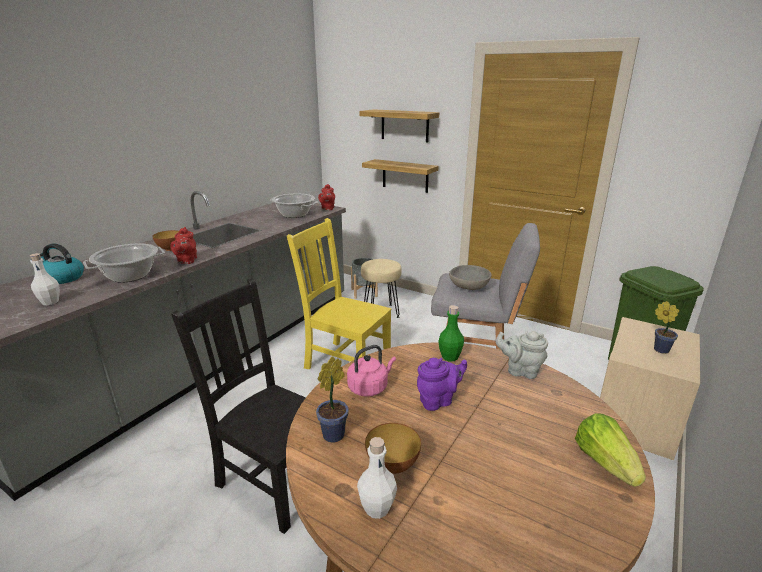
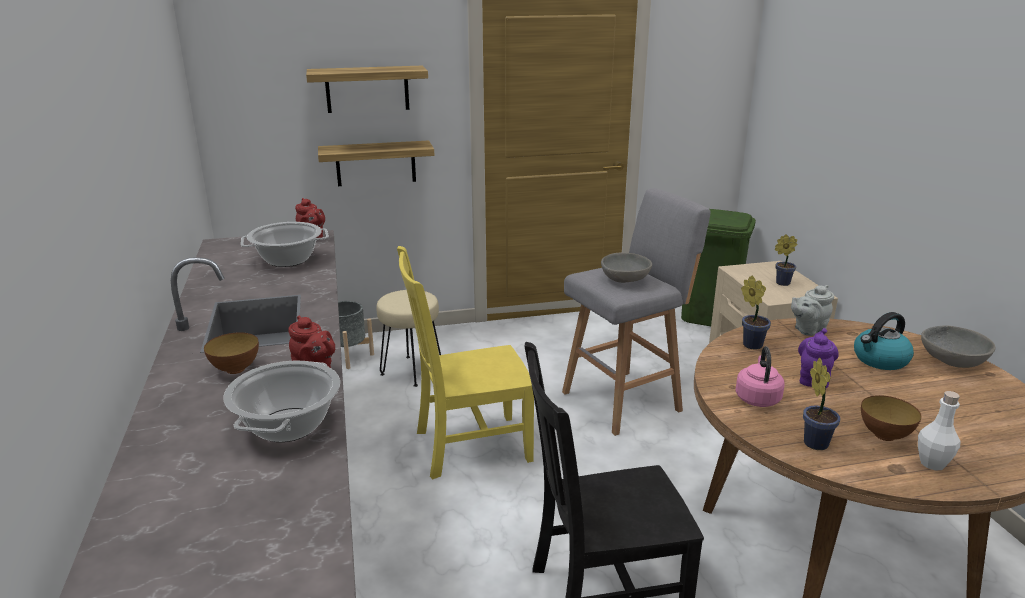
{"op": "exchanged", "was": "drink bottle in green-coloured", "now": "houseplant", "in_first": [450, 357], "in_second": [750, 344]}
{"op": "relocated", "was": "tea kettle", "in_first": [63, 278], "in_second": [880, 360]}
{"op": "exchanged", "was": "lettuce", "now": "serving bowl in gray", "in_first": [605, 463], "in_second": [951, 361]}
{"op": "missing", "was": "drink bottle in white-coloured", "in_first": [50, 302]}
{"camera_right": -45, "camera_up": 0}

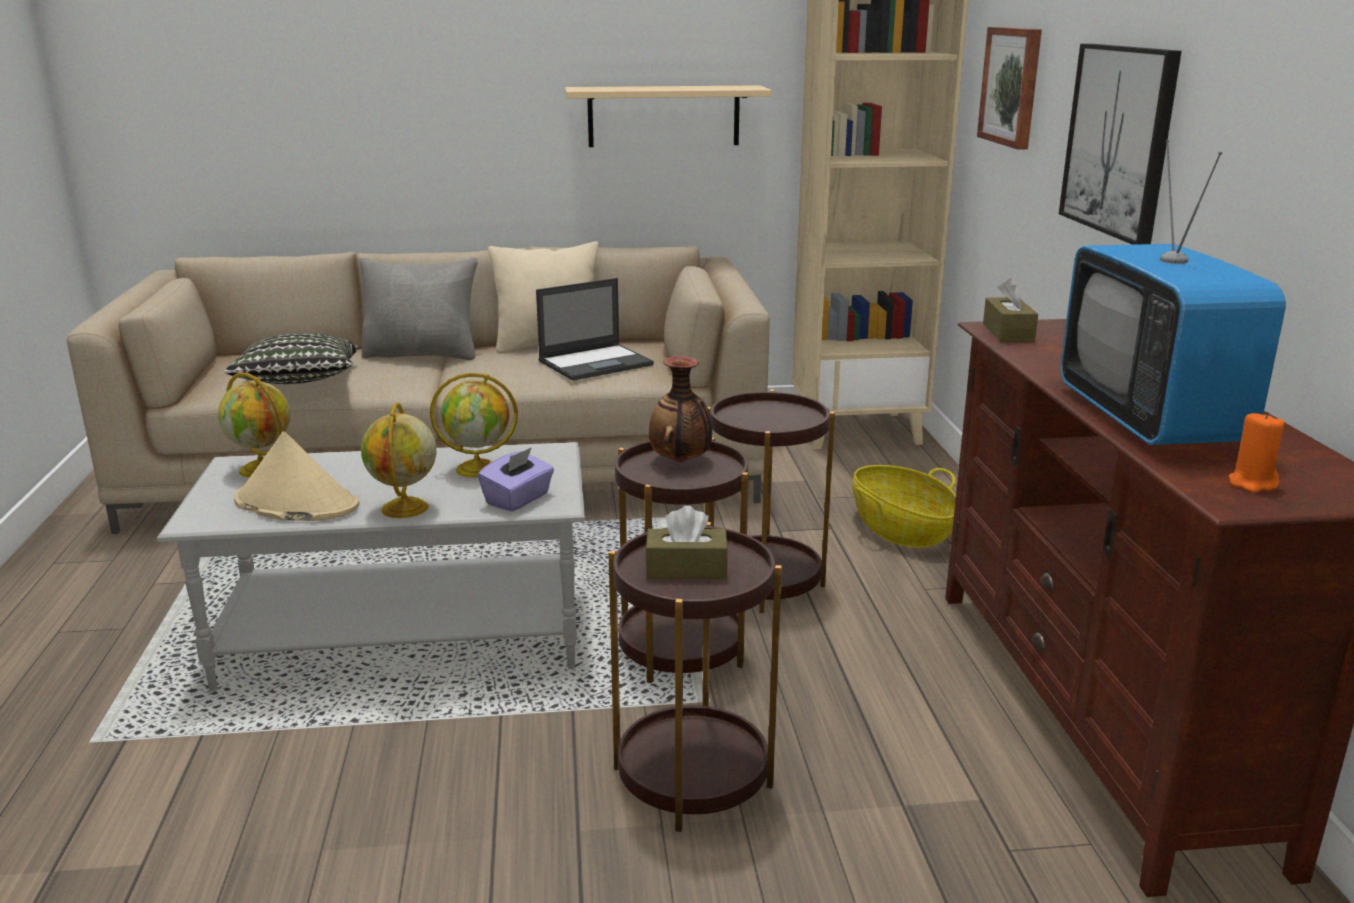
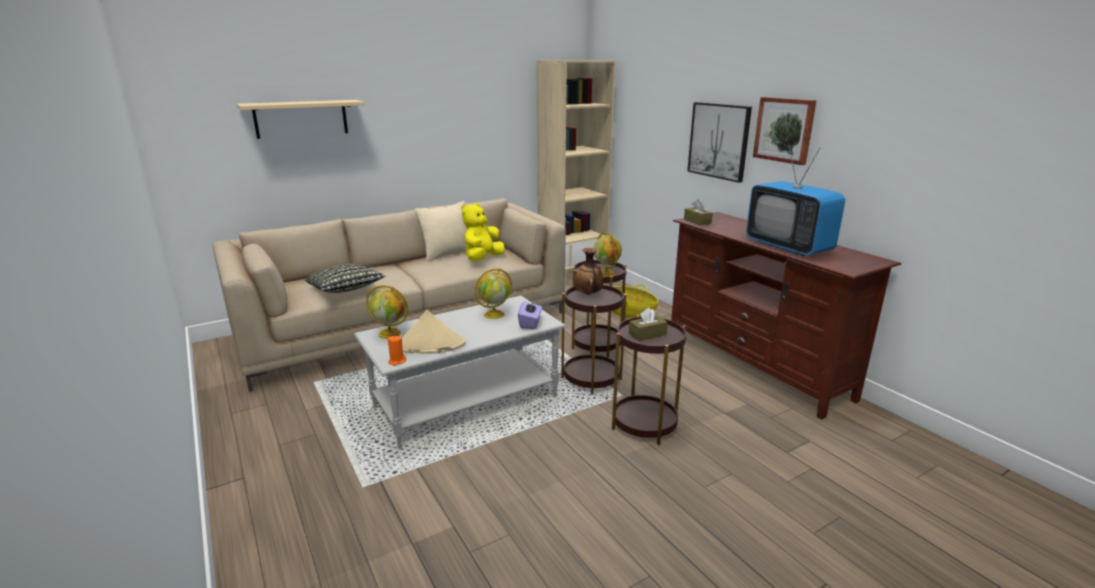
{"op": "relocated", "was": "shelf in sand-coloured", "in_first": [663, 116], "in_second": [301, 118]}
{"op": "relocated", "was": "candle in orange-coloured", "in_first": [1252, 484], "in_second": [397, 361]}
{"op": "exchanged", "was": "notebook computer", "now": "soft toy in yellow", "in_first": [596, 363], "in_second": [482, 259]}
{"op": "relocated", "was": "world globe", "in_first": [405, 509], "in_second": [606, 274]}
{"op": "relocated", "was": "wall picture", "in_first": [1012, 86], "in_second": [784, 130]}
{"op": "missing", "was": "pillow in gray", "in_first": [423, 354]}
{"camera_right": -25, "camera_up": 0}

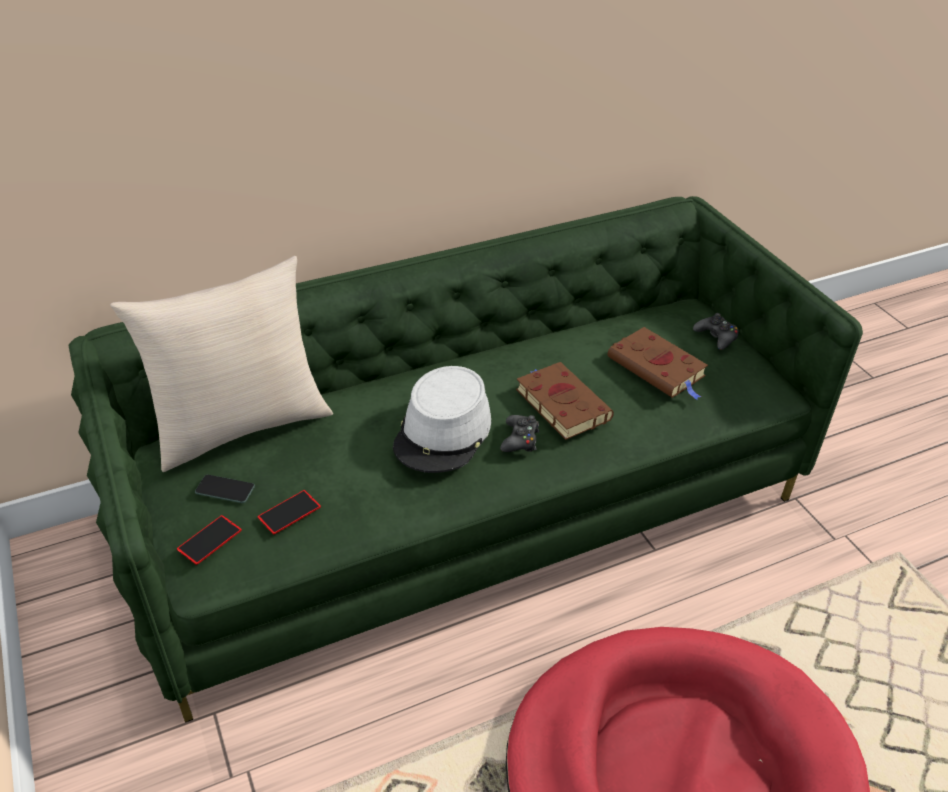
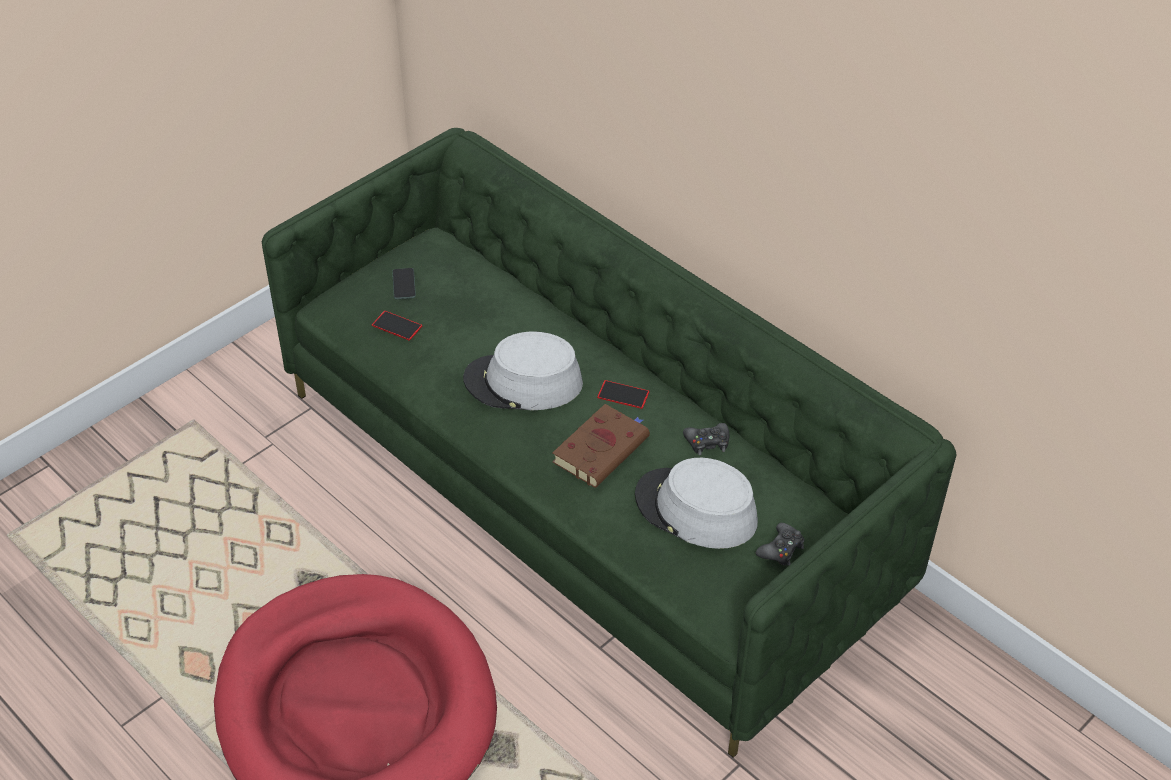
{"op": "relocated", "was": "phone", "in_first": [209, 539], "in_second": [623, 394]}
{"op": "exchanged", "was": "bound book in brown-coloured", "now": "clothing hat in gray", "in_first": [658, 368], "in_second": [695, 510]}
{"op": "relocated", "was": "joypad in blackish", "in_first": [520, 439], "in_second": [707, 442]}
{"op": "missing", "was": "pillow in sand-coloured", "in_first": [241, 426]}
{"camera_right": 70, "camera_up": 5}

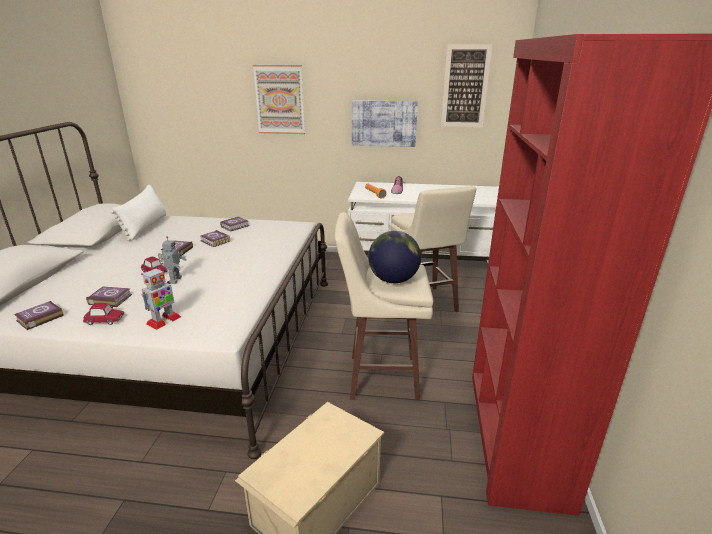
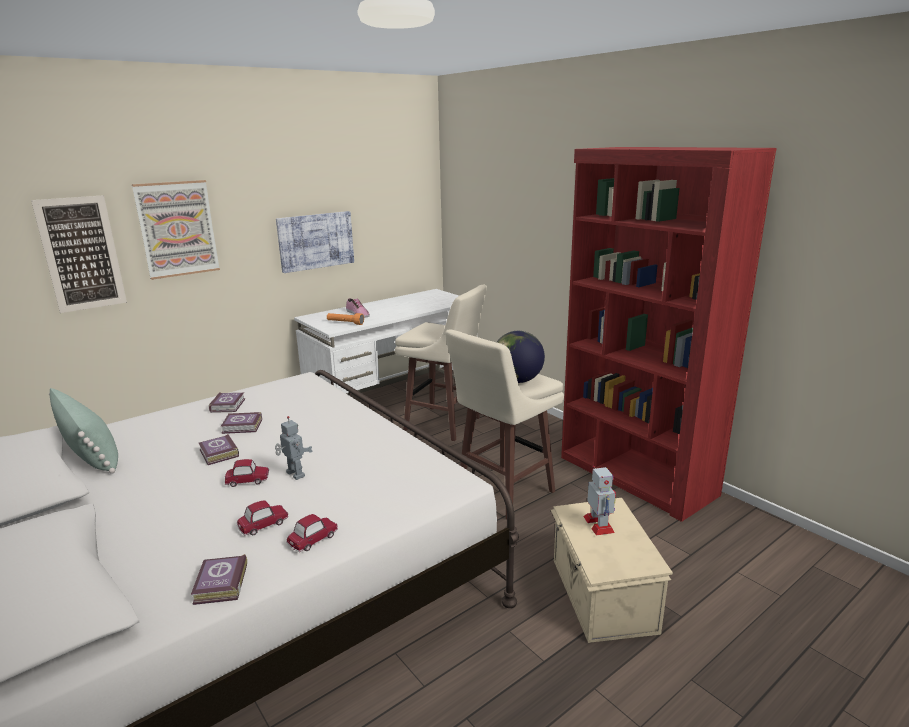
{"op": "relocated", "was": "wall picture", "in_first": [465, 87], "in_second": [81, 254]}
{"op": "colour", "was": "pillow in white-coloured", "now": "pillow in green-coloured", "in_first": [145, 227], "in_second": [90, 452]}
{"op": "exchanged", "was": "bound book", "now": "model car", "in_first": [110, 299], "in_second": [263, 524]}
{"op": "relocated", "was": "toy robot", "in_first": [163, 320], "in_second": [599, 525]}
{"camera_right": -45, "camera_up": -5}

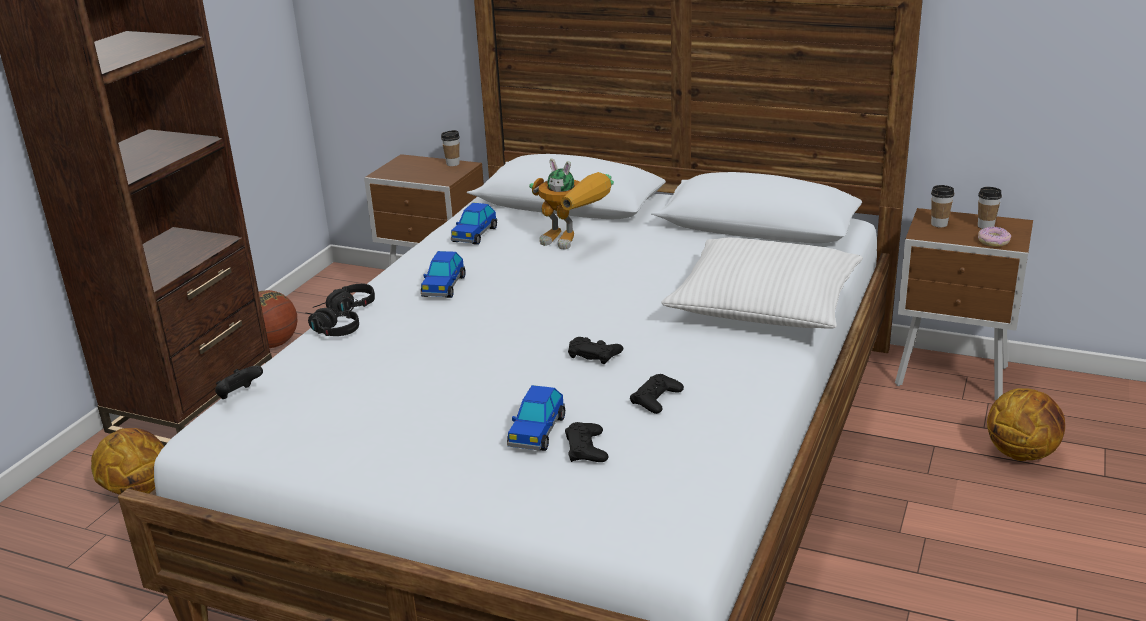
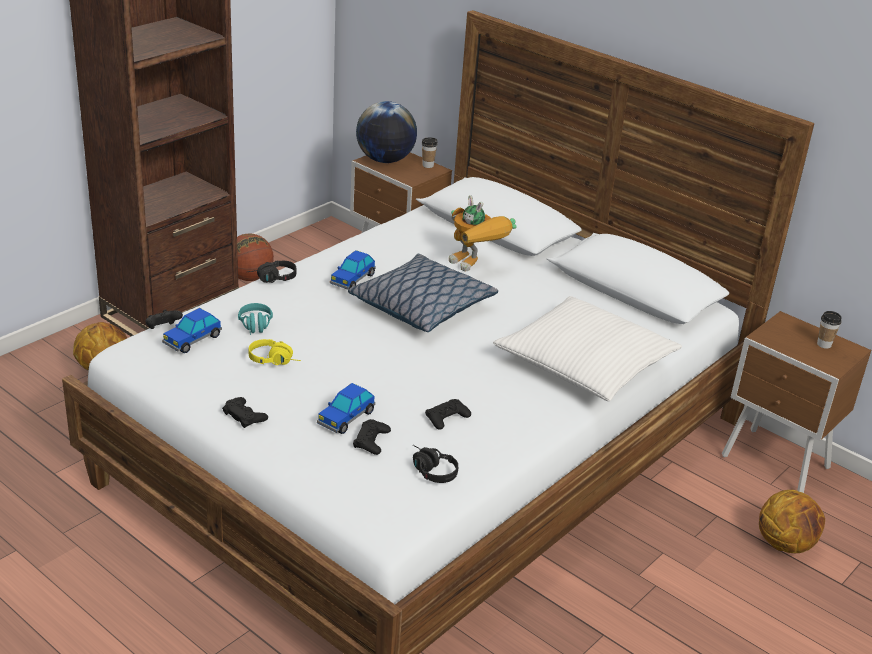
{"op": "relocated", "was": "model car", "in_first": [474, 235], "in_second": [192, 340]}
{"op": "relocated", "was": "joypad in blackish", "in_first": [594, 354], "in_second": [244, 416]}
{"op": "appeared", "now": "headphones in turquoise-coloured", "in_second": [256, 327]}
{"op": "appeared", "now": "headphones in yellow", "in_second": [275, 360]}
{"op": "appeared", "now": "pillow", "in_second": [421, 306]}
{"op": "appeared", "now": "world globe", "in_second": [385, 160]}
{"op": "relocated", "was": "headphones in blackish", "in_first": [329, 331], "in_second": [429, 470]}
{"op": "missing", "was": "cup", "in_first": [939, 224]}
{"op": "missing", "was": "ring doughnut", "in_first": [993, 241]}
{"camera_right": 15, "camera_up": 5}

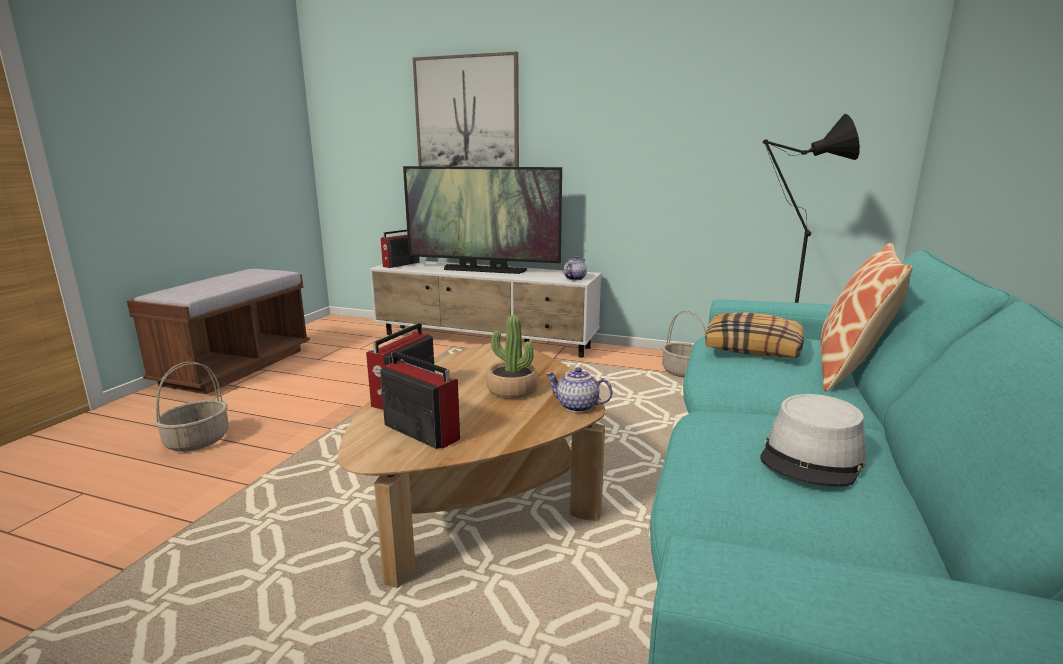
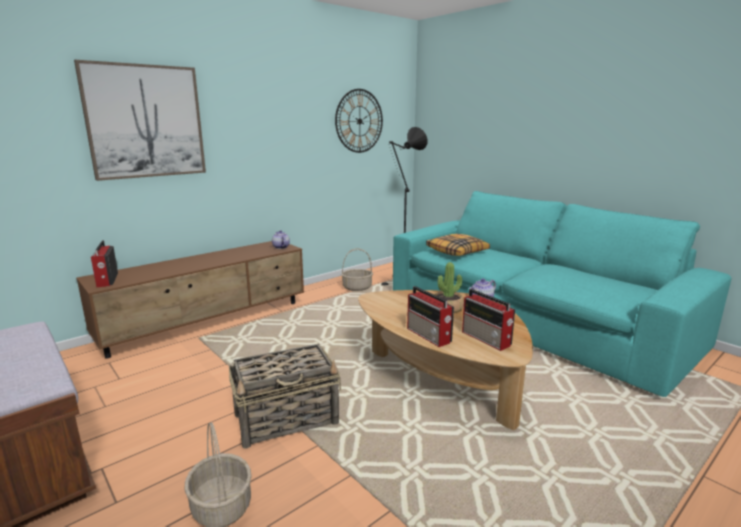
{"op": "colour", "was": "tv unit in white-coloured", "now": "tv unit in brown-coloured", "in_first": [485, 341], "in_second": [209, 323]}
{"op": "appeared", "now": "storage basket", "in_second": [287, 419]}
{"op": "appeared", "now": "hanging clock", "in_second": [359, 121]}
{"op": "spun", "was": "radio receiver", "in_first": [420, 431], "in_second": [487, 339], "clockwise": -105}
{"op": "missing", "was": "television", "in_first": [483, 270]}
{"op": "missing", "was": "clothing hat in gray", "in_first": [812, 457]}
{"op": "missing", "was": "pillow", "in_first": [849, 370]}
{"camera_right": -60, "camera_up": 0}

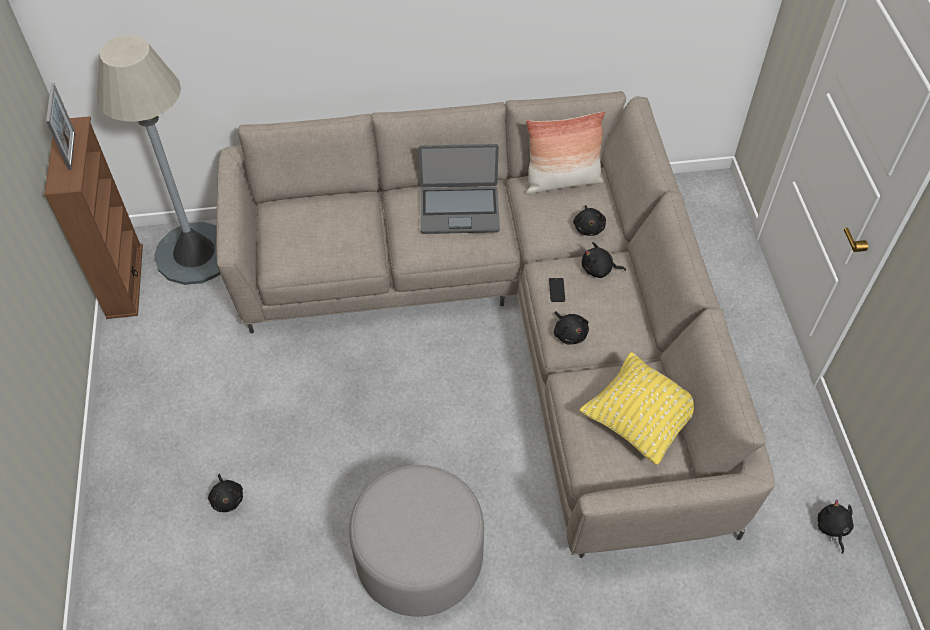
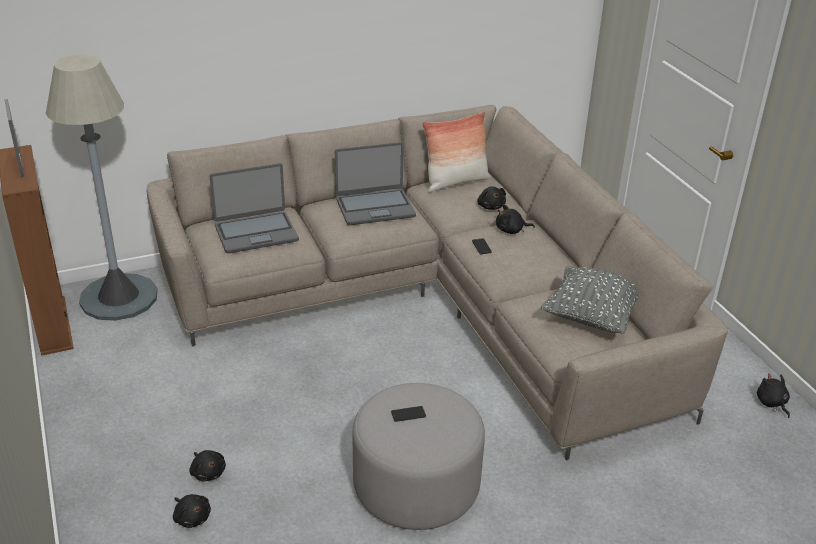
{"op": "relocated", "was": "soft toy in blackish", "in_first": [569, 333], "in_second": [192, 517]}
{"op": "appeared", "now": "notebook computer", "in_second": [256, 233]}
{"op": "appeared", "now": "phone", "in_second": [408, 414]}
{"op": "colour", "was": "pillow in yellow", "now": "pillow in gray", "in_first": [639, 420], "in_second": [591, 317]}
{"camera_right": -15, "camera_up": -20}

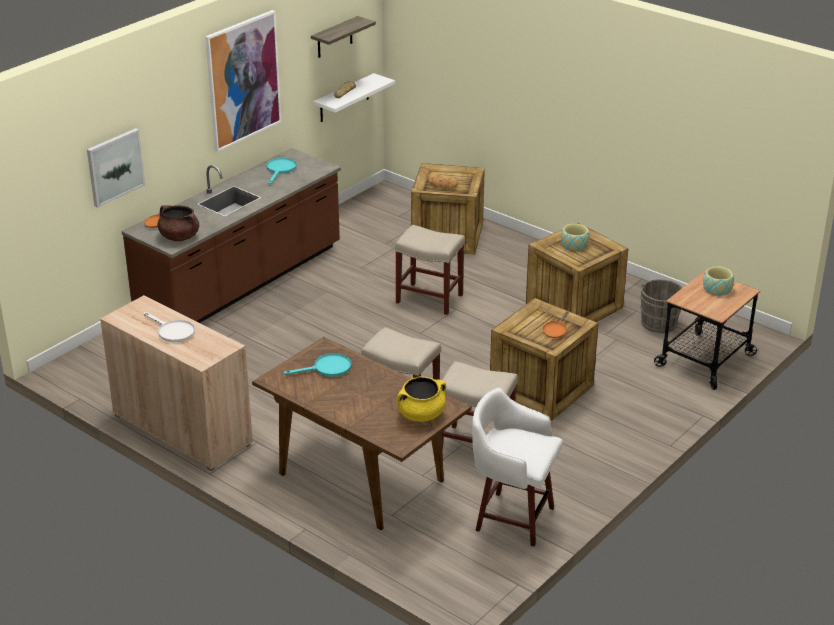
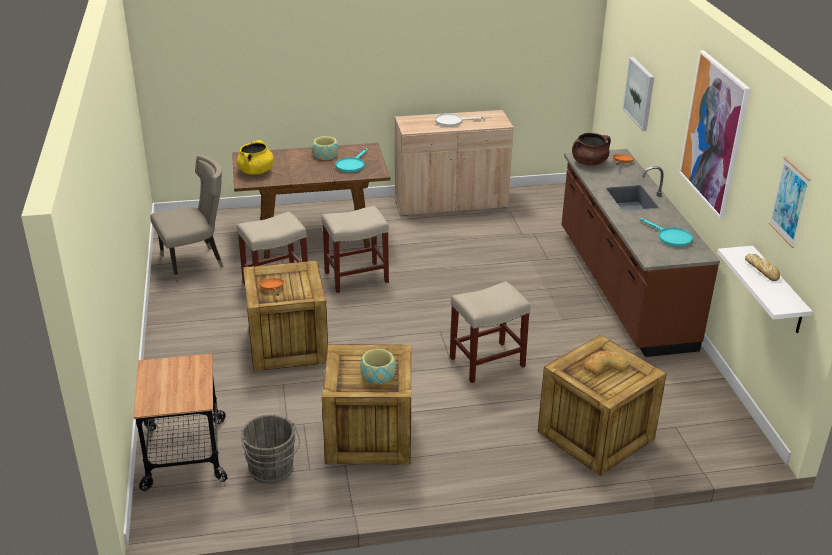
{"op": "exchanged", "was": "sitting stool in white-coloured", "now": "upright chair in sand-coloured", "in_first": [512, 518], "in_second": [195, 262]}
{"op": "relocated", "was": "serving bowl", "in_first": [717, 289], "in_second": [325, 155]}
{"op": "exchanged", "was": "shelf", "now": "wall picture", "in_first": [334, 37], "in_second": [789, 202]}
{"camera_right": 130, "camera_up": 0}

